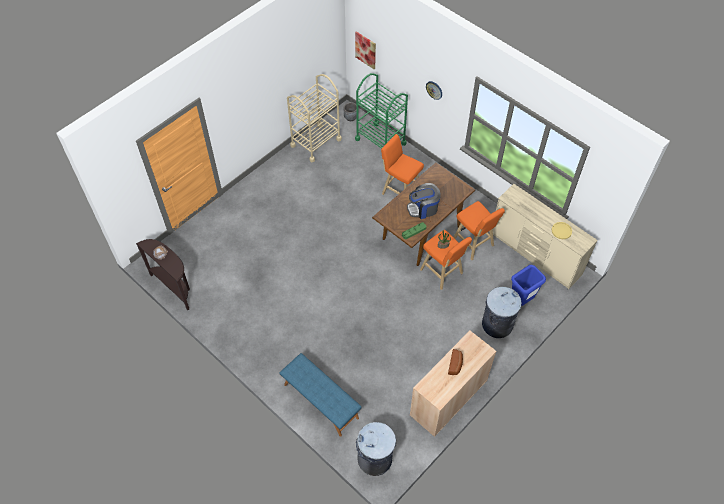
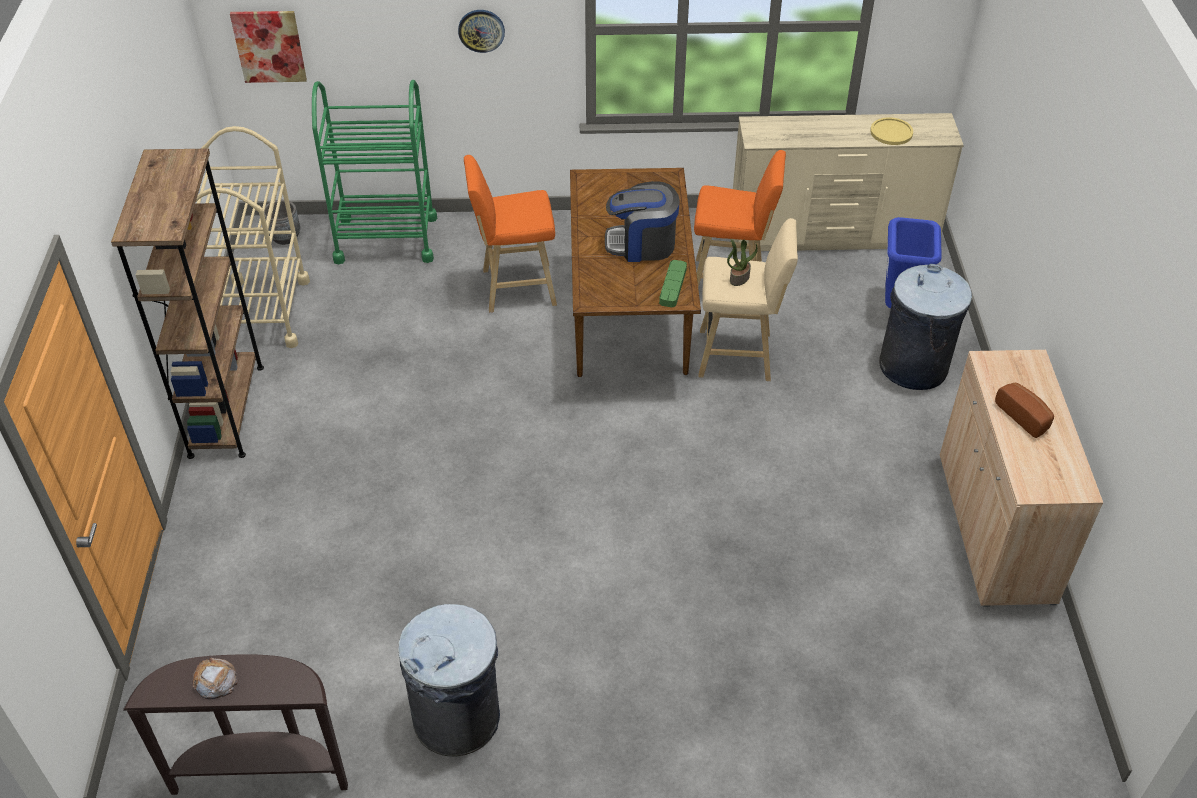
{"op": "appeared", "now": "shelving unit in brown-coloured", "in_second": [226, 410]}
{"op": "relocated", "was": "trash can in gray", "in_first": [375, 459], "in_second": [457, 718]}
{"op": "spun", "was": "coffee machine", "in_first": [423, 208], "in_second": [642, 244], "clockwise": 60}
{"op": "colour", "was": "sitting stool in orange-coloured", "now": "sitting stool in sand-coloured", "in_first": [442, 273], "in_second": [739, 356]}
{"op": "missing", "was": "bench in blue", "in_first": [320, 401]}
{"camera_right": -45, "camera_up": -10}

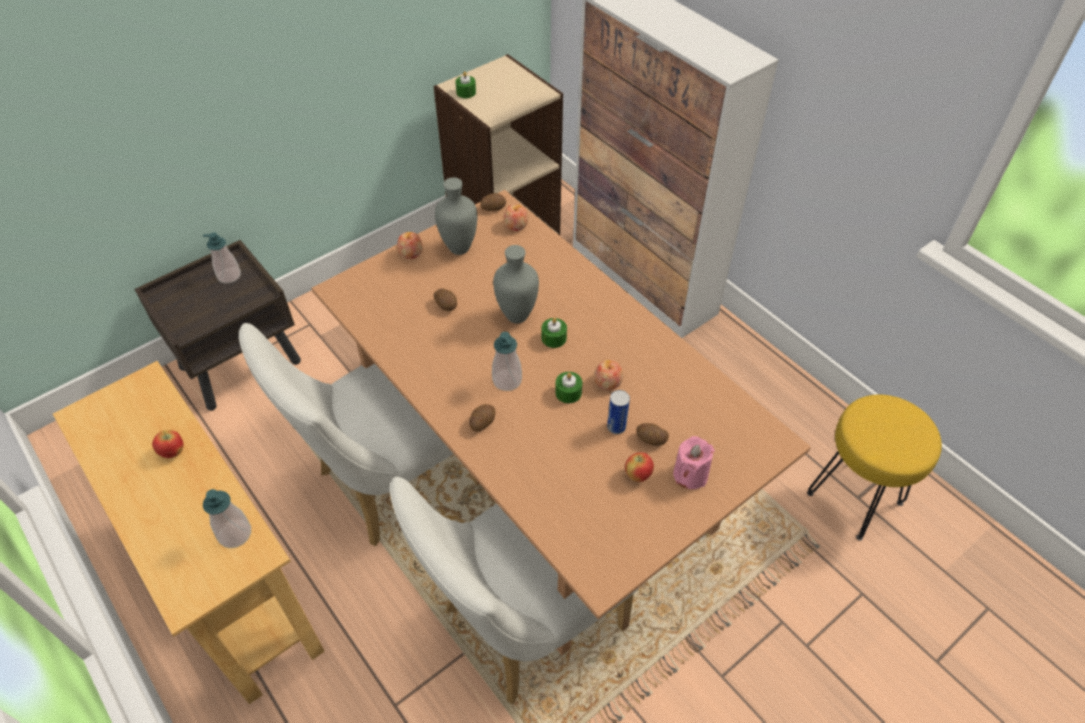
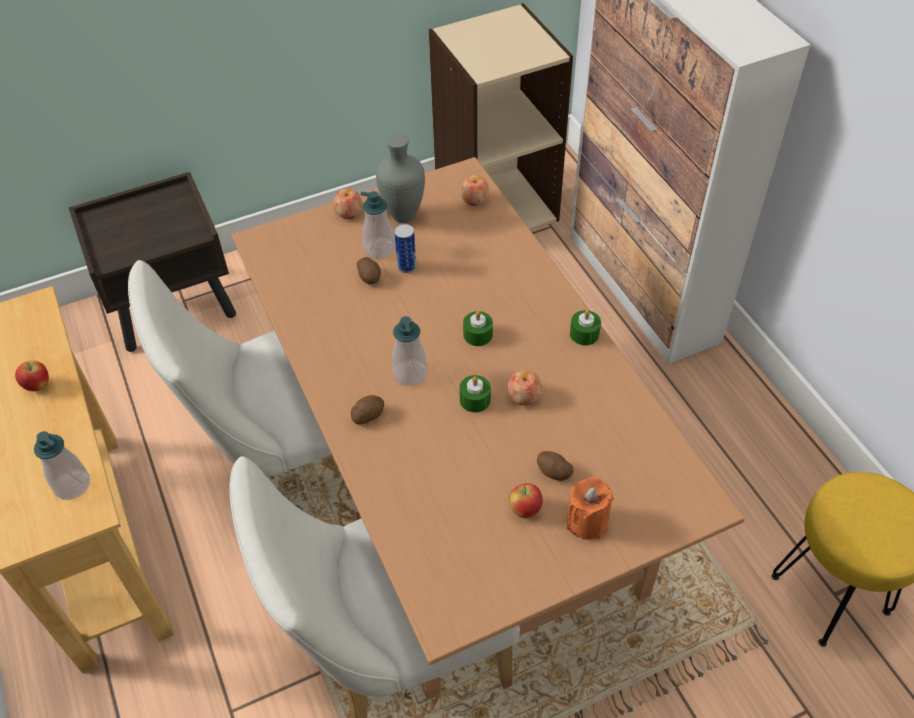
{"op": "relocated", "was": "soap dispenser", "in_first": [229, 276], "in_second": [379, 249]}
{"op": "relocated", "was": "metal can", "in_first": [616, 427], "in_second": [407, 267]}
{"op": "colour", "was": "candle in pinkish", "now": "candle in orange-coloured", "in_first": [690, 474], "in_second": [587, 521]}
{"op": "relocated", "was": "candle in green-coloured", "in_first": [466, 92], "in_second": [584, 334]}
{"op": "missing", "was": "potato", "in_first": [493, 208]}
{"op": "missing", "was": "decorative vase in gray", "in_first": [518, 317]}
{"camera_right": 15, "camera_up": 0}

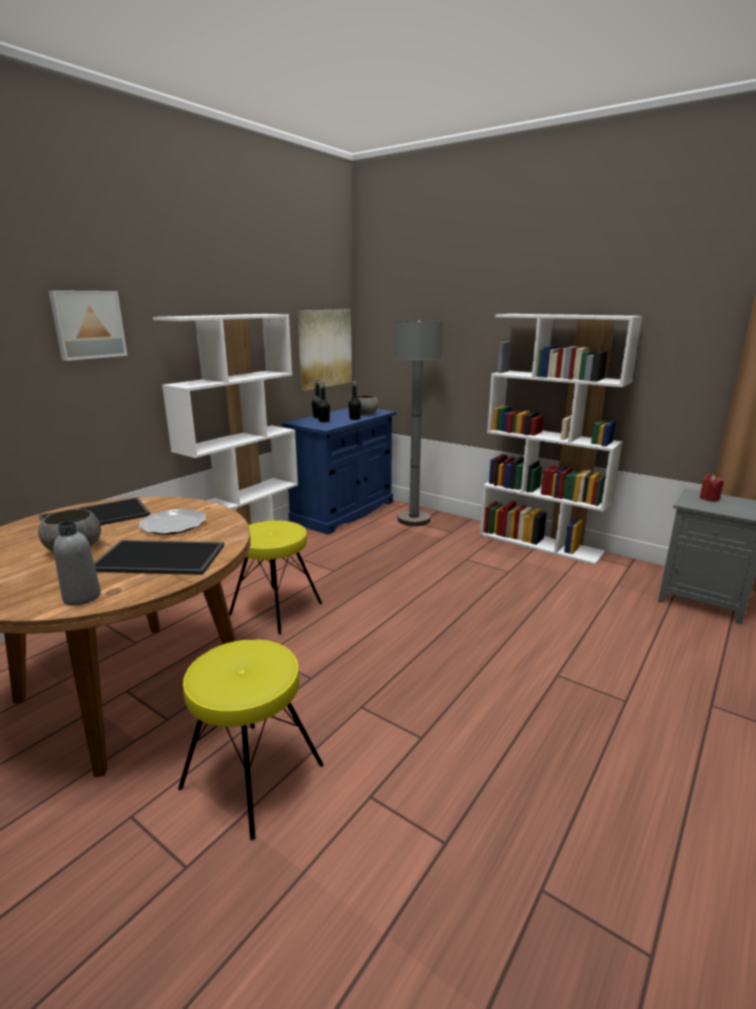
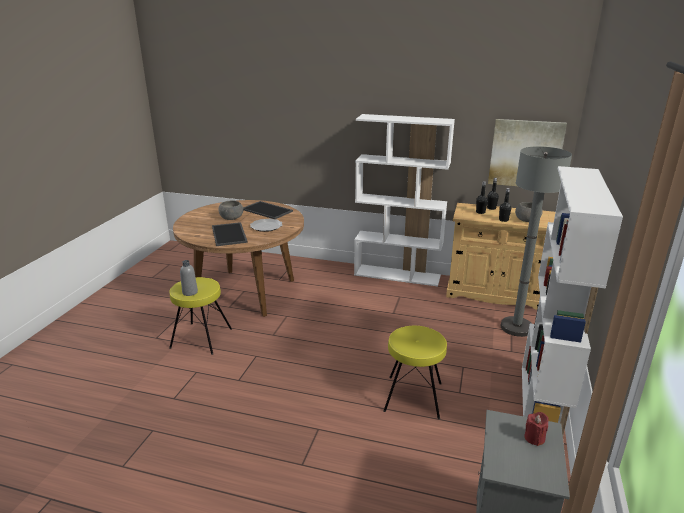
{"op": "relocated", "was": "drink bottle in gray", "in_first": [82, 597], "in_second": [190, 292]}
{"op": "relocated", "was": "sitting stool in yellow", "in_first": [276, 608], "in_second": [413, 397]}
{"op": "colour", "was": "storage cabinet in blue", "now": "storage cabinet in sand-coloured", "in_first": [343, 512], "in_second": [494, 293]}
{"op": "missing", "was": "wall picture", "in_first": [88, 324]}
{"camera_right": 70, "camera_up": 5}

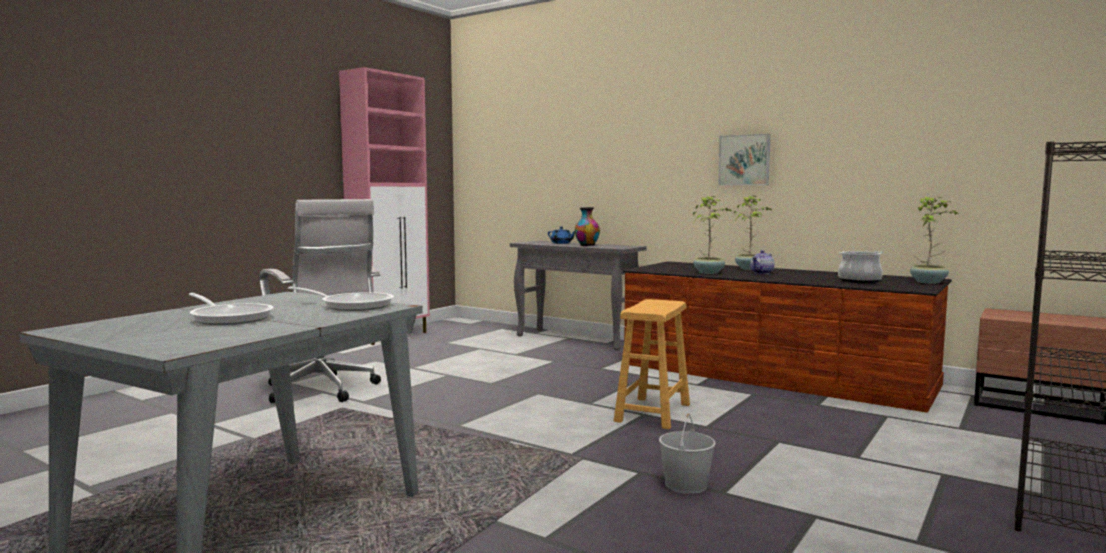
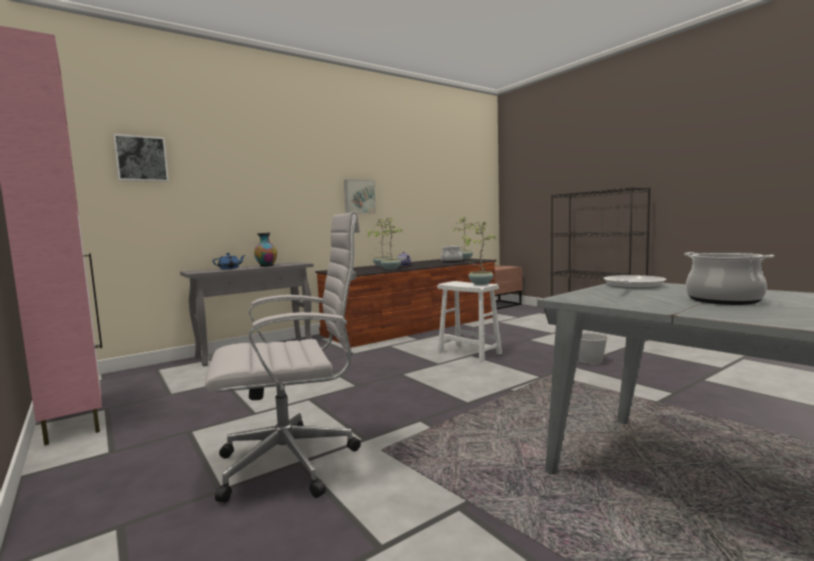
{"op": "appeared", "now": "wall picture", "in_second": [141, 159]}
{"op": "colour", "was": "sitting stool in brown-coloured", "now": "sitting stool in white-coloured", "in_first": [653, 413], "in_second": [469, 353]}
{"op": "appeared", "now": "houseplant", "in_second": [480, 283]}
{"op": "exchanged", "was": "pan", "now": "cooking pot", "in_first": [229, 318], "in_second": [723, 300]}
{"camera_right": -70, "camera_up": 0}

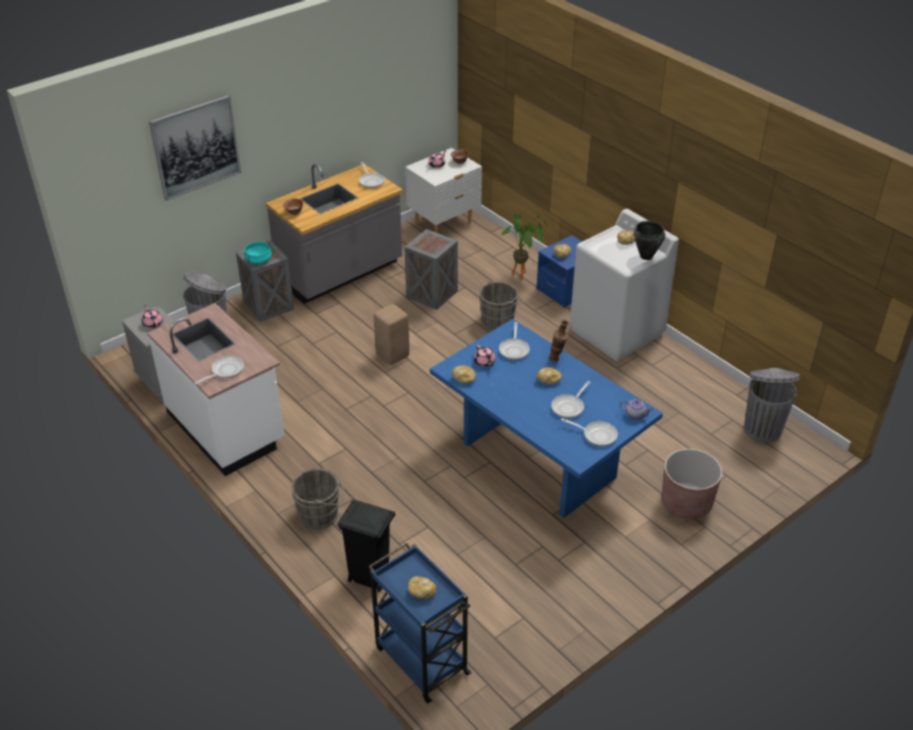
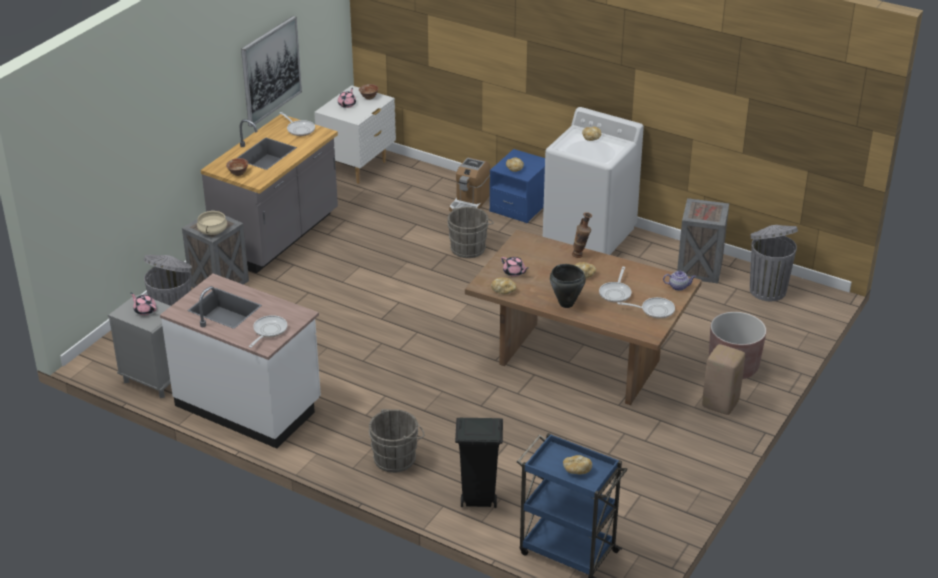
{"op": "colour", "was": "cooking pot in turquoise-coloured", "now": "cooking pot in sand-coloured", "in_first": [259, 260], "in_second": [213, 231]}
{"op": "relocated", "was": "wall picture", "in_first": [195, 147], "in_second": [270, 70]}
{"op": "exchanged", "was": "houseplant", "now": "coffee machine", "in_first": [523, 277], "in_second": [469, 203]}
{"op": "colour", "was": "dinner table in blue", "now": "dinner table in brown-coloured", "in_first": [539, 460], "in_second": [580, 362]}
{"op": "relocated", "was": "cooking pot in blackish", "in_first": [646, 256], "in_second": [566, 304]}
{"op": "relocated", "was": "shipping crate", "in_first": [433, 294], "in_second": [700, 268]}
{"op": "relocated", "was": "sitting stool in sand-coloured", "in_first": [392, 356], "in_second": [720, 405]}
{"op": "missing", "was": "pan", "in_first": [514, 349]}
{"camera_right": -20, "camera_up": -5}

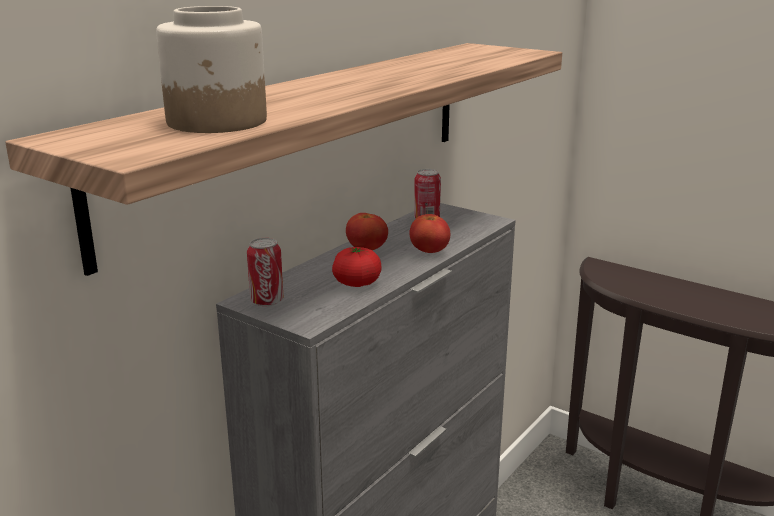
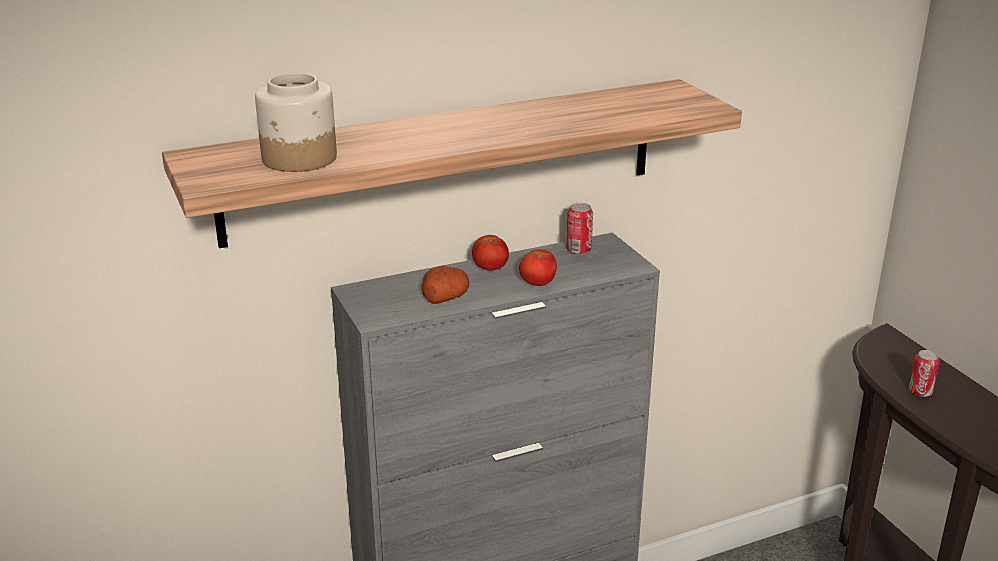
{"op": "exchanged", "was": "tomato", "now": "potato", "in_first": [357, 283], "in_second": [445, 297]}
{"op": "relocated", "was": "metal can", "in_first": [267, 301], "in_second": [920, 392]}
{"camera_right": 30, "camera_up": 5}

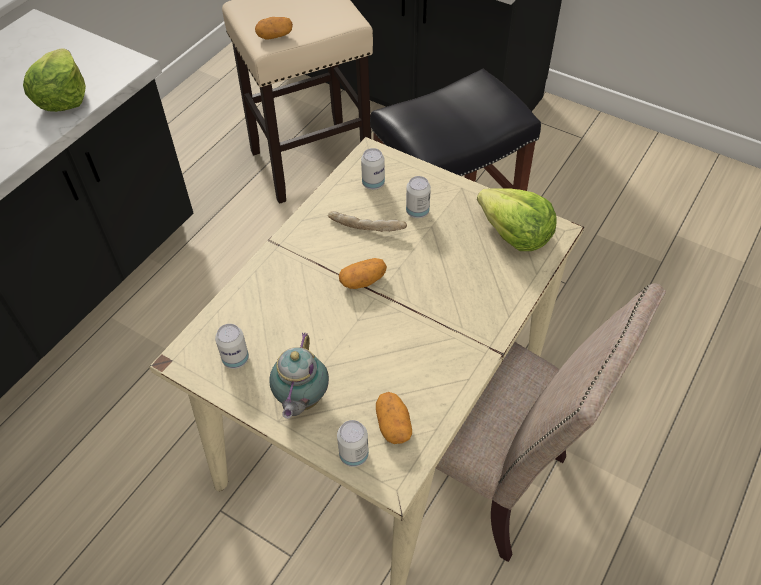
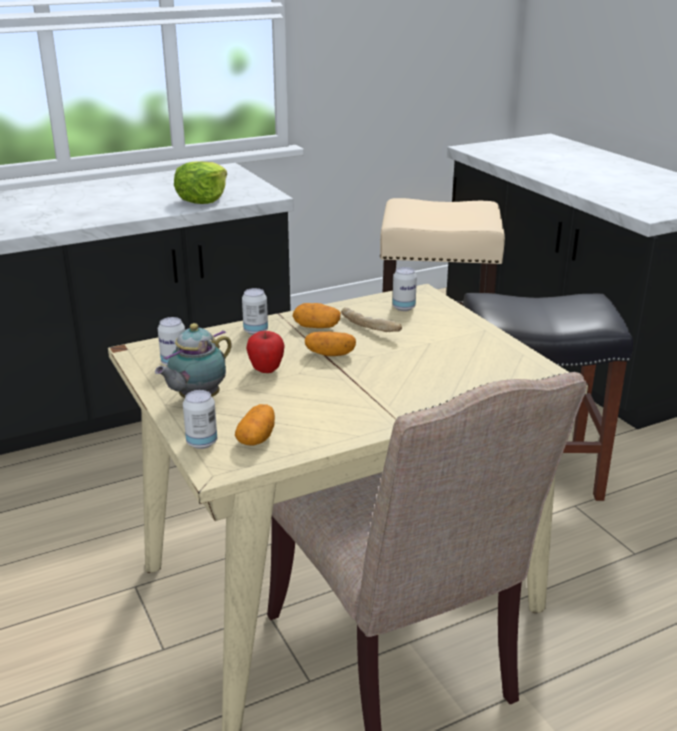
{"op": "relocated", "was": "metal can", "in_first": [417, 212], "in_second": [255, 331]}
{"op": "appeared", "now": "whole apple", "in_second": [266, 370]}
{"op": "relocated", "was": "potato", "in_first": [275, 36], "in_second": [316, 327]}
{"op": "missing", "was": "lettuce", "in_first": [514, 234]}
{"camera_right": 30, "camera_up": -25}

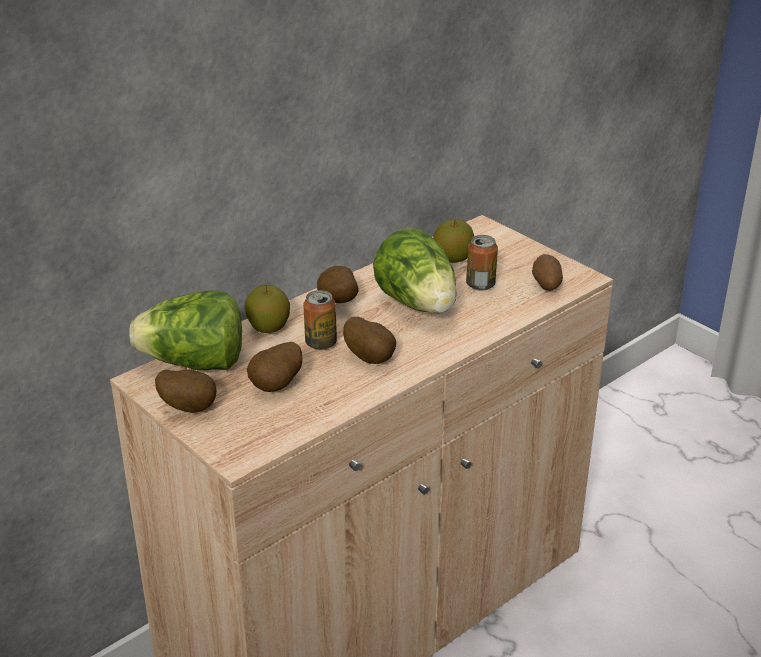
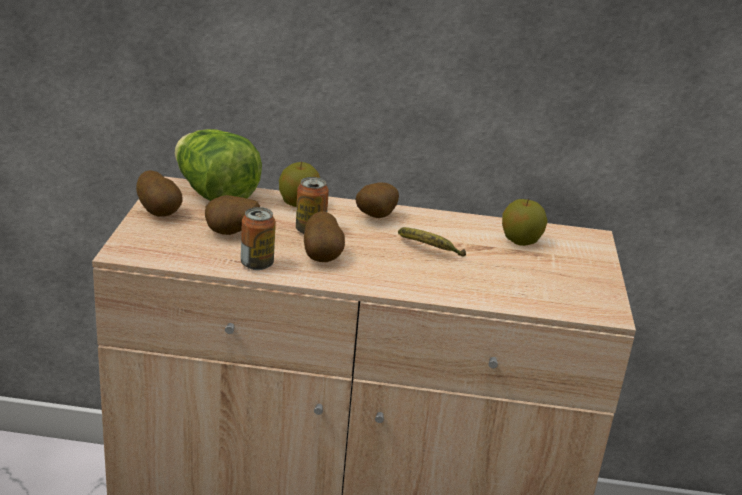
{"op": "relocated", "was": "metal can", "in_first": [480, 285], "in_second": [257, 264]}
{"op": "exchanged", "was": "lettuce", "now": "whole banana", "in_first": [418, 304], "in_second": [428, 250]}
{"op": "missing", "was": "potato", "in_first": [546, 285]}
{"camera_right": 45, "camera_up": -5}

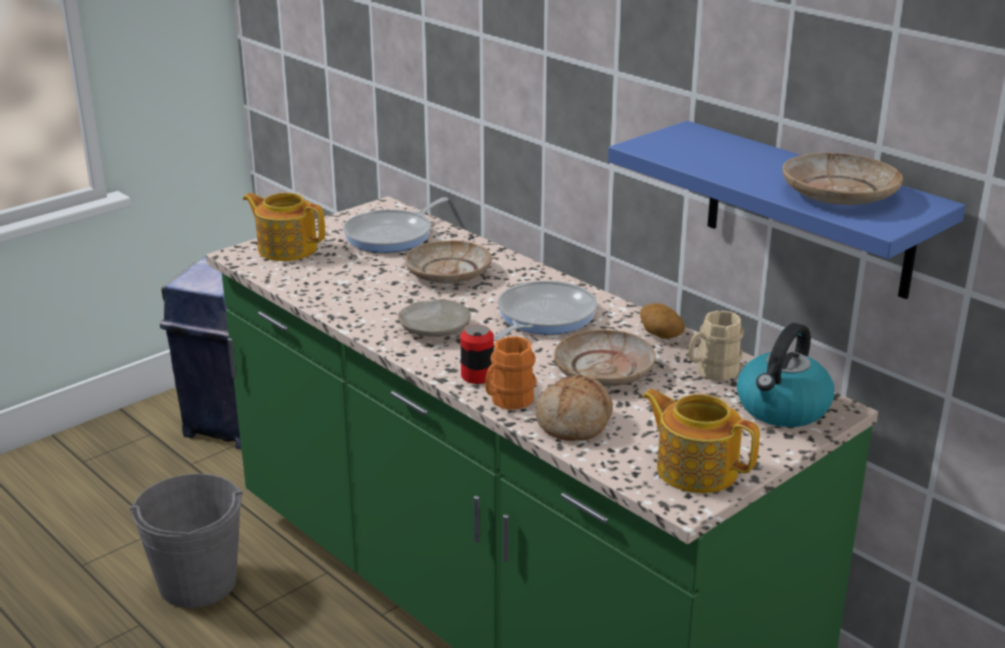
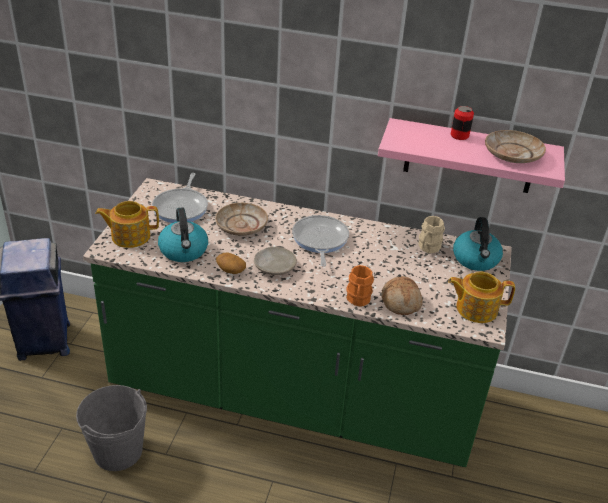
{"op": "appeared", "now": "tea kettle", "in_second": [184, 251]}
{"op": "relocated", "was": "potato", "in_first": [660, 333], "in_second": [230, 270]}
{"op": "colour", "was": "shelf in blue", "now": "shelf in pinkish", "in_first": [808, 210], "in_second": [469, 156]}
{"op": "relocated", "was": "metal can", "in_first": [477, 376], "in_second": [459, 135]}
{"op": "missing", "was": "dinner plate in sand-coloured", "in_first": [604, 371]}
{"camera_right": -35, "camera_up": 10}

